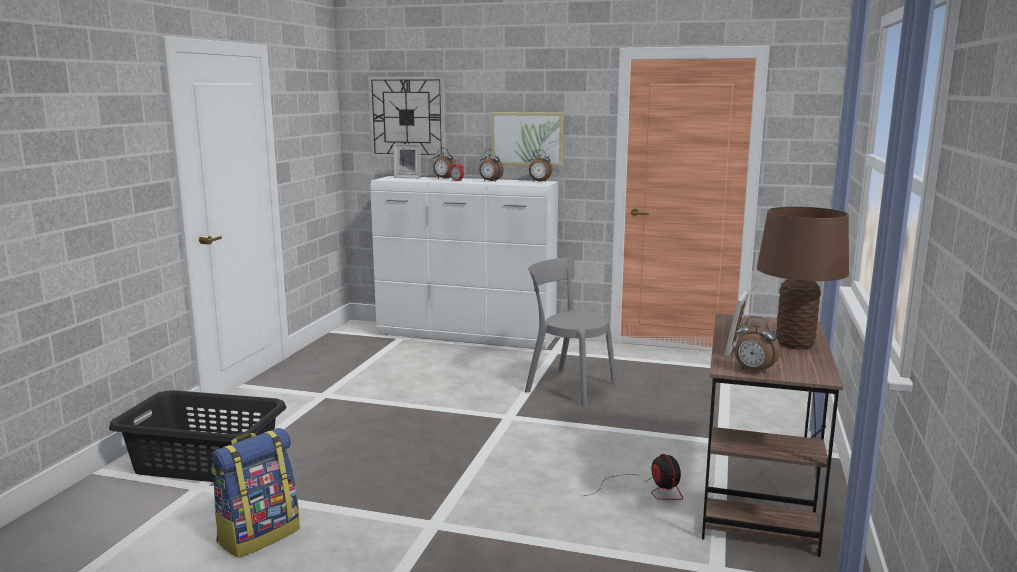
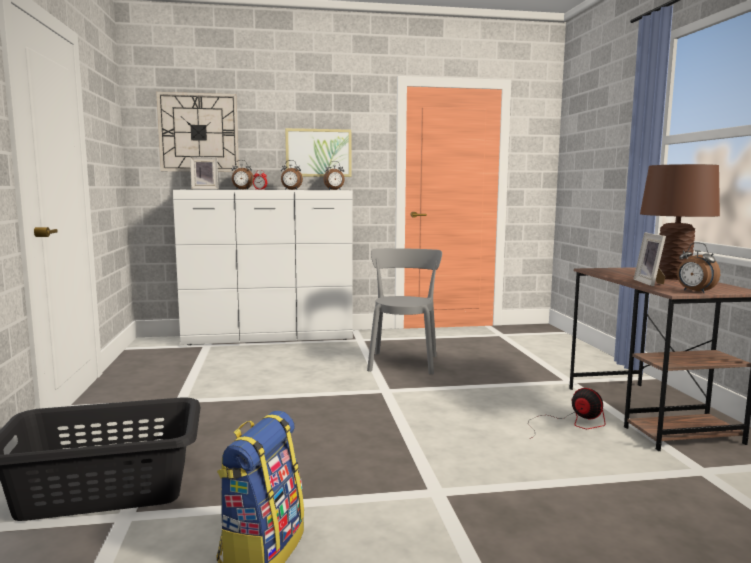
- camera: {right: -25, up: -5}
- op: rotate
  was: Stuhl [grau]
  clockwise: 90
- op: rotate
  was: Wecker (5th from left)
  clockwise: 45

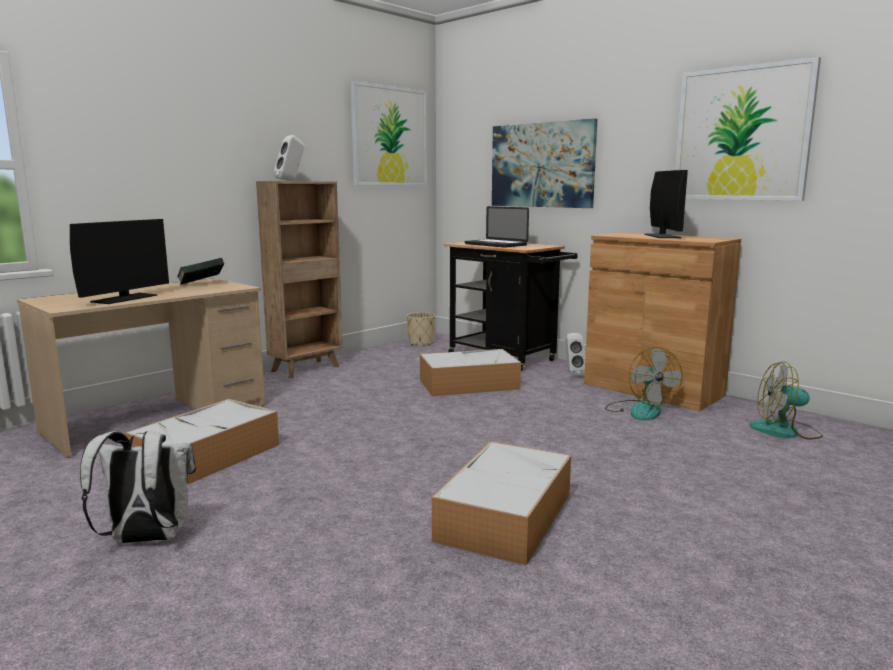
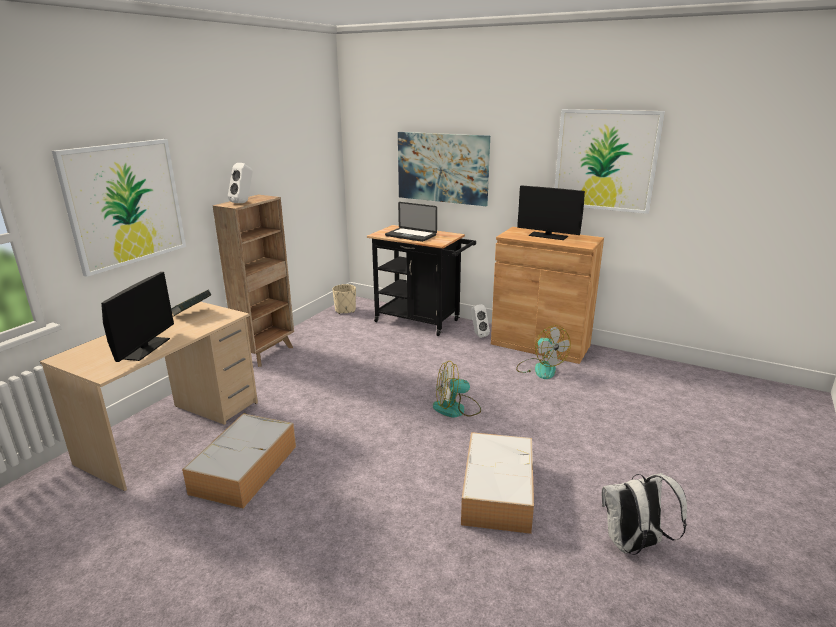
- camera: {right: -15, up: 10}
- op: move
  was: Rucksack [weiß]
- op: move
  was: Bild (1st from left)
- op: delete
  was: Aufbewahrungsbox (2nd from left)
- op: rotate
  was: Monitor (2nd from left)
  clockwise: 135
- op: move
  was: Ventilator (2nd from left in the first image)
  now: Ventilator (1st from left)

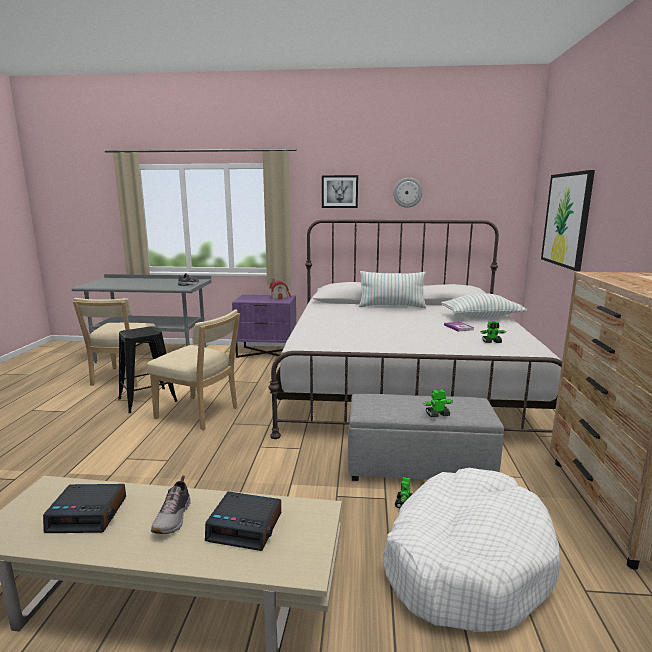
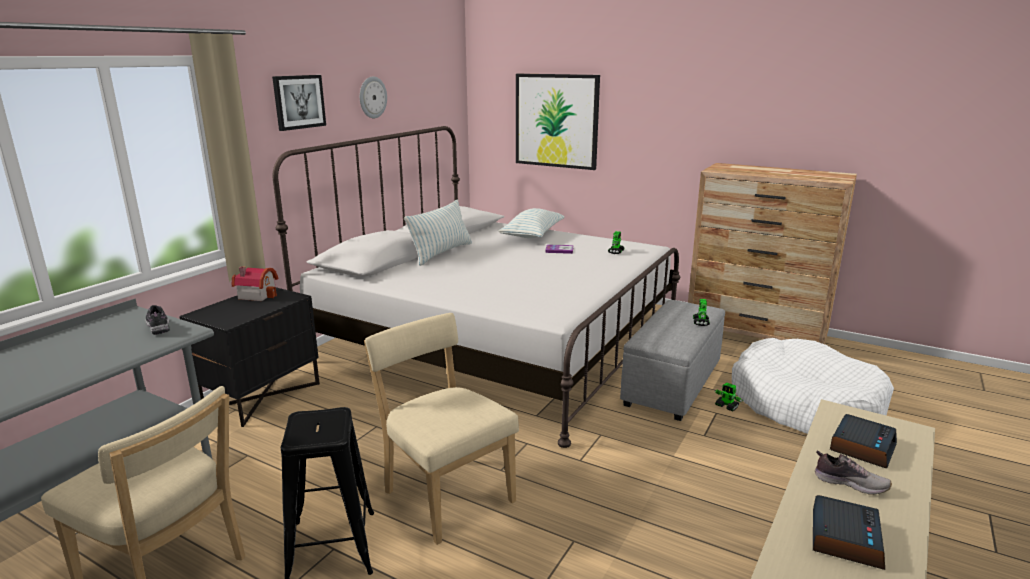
- camera: {right: -65, up: 5}
- op: rotate
  was: Stuhl [beige] (2nd from left)
  clockwise: -90
- op: recolor
  was: Nachttisch [lila]
  now: Nachttisch [schwarz]

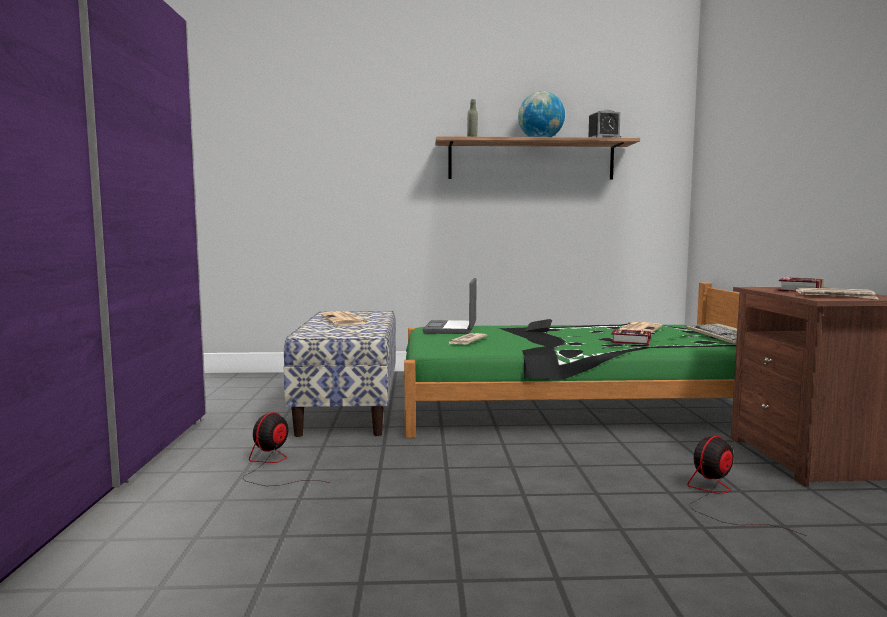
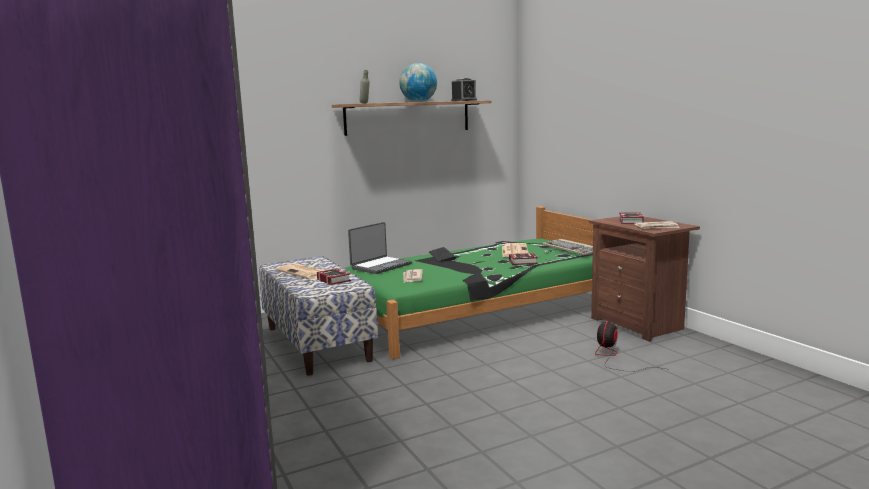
- camera: {right: -25, up: 5}
- op: delete
  was: Ventilator (1st from left)
- op: rotate
  was: Laptop
  clockwise: -120
- op: insert
  now: Buch (1st from left)

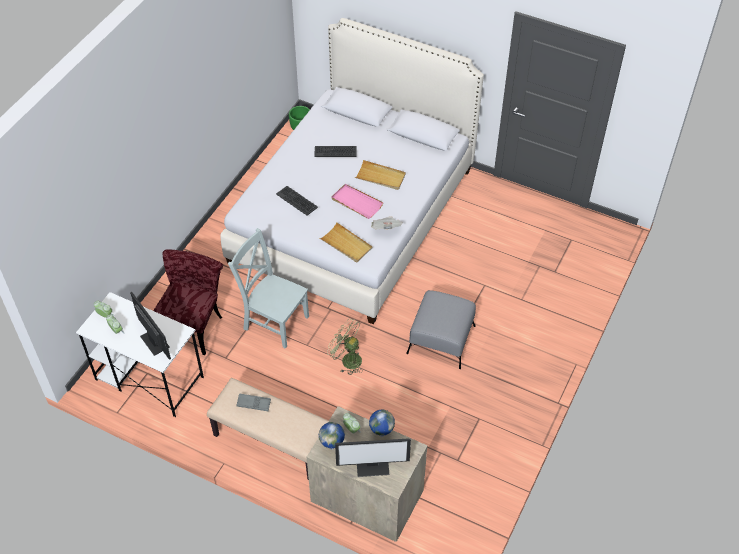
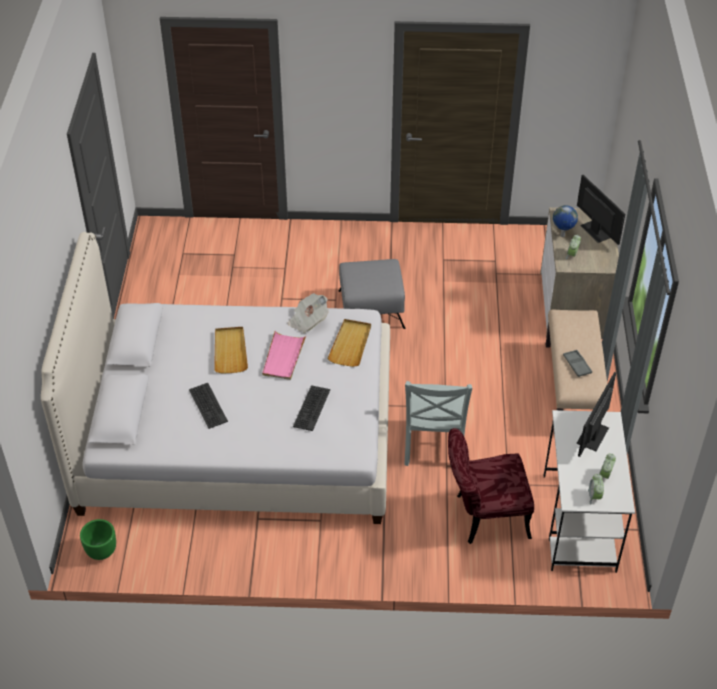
- camera: {right: -115, up: -5}
- op: delete
  was: Globus (1st from left)
- op: delete
  was: Ventilator [grün]

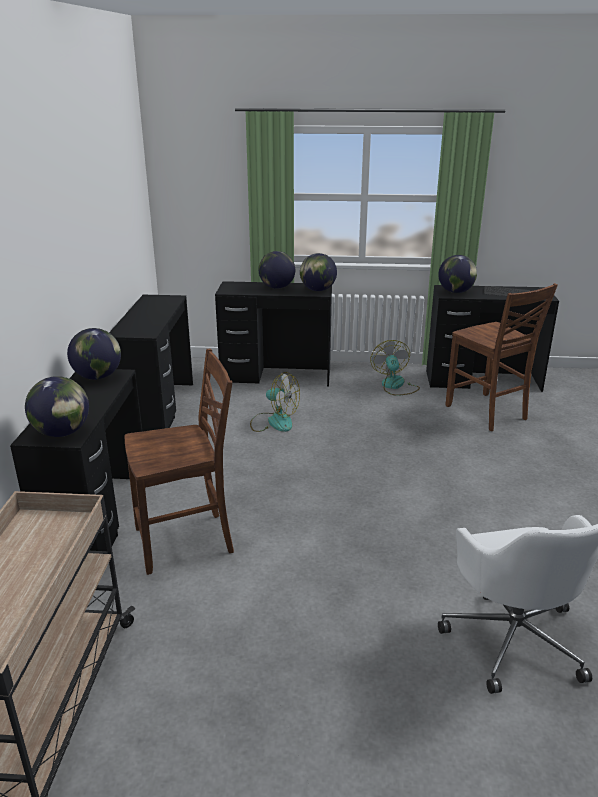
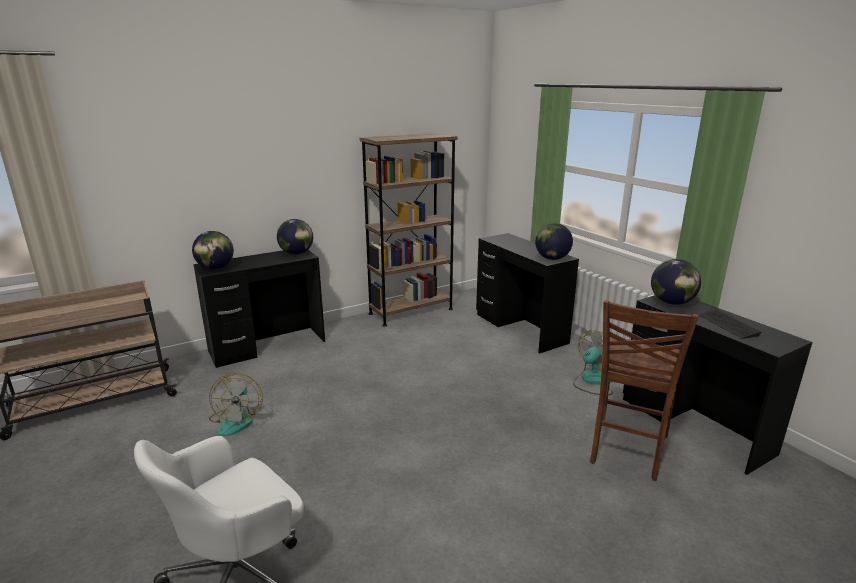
- camera: {right: 55, up: -5}
- op: replace
  was: Schreibtisch [schwarz] (2nd from left)
  now: Bücherregal [braun]
- op: delete
  was: Stuhl [braun] (1st from left)
- op: move
  was: Ventilator (1st from left)
- op: delete
  was: Globus (3rd from left)

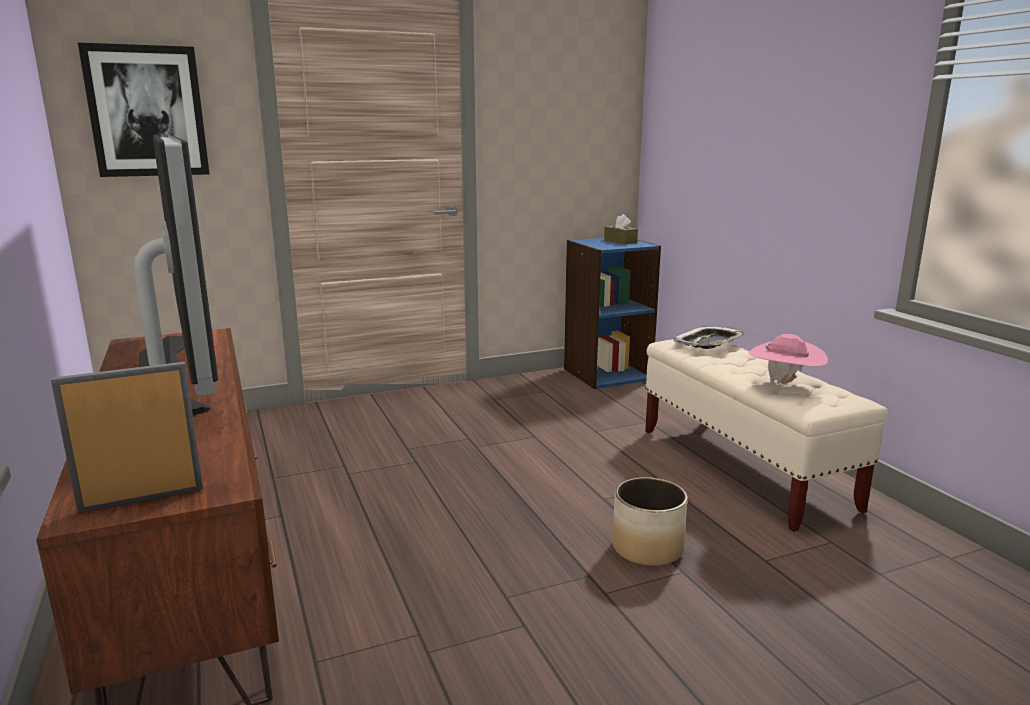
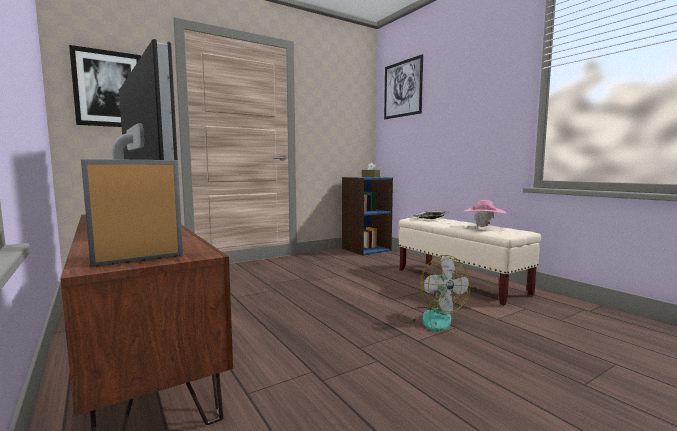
- camera: {right: -10, up: -10}
- op: replace
  was: Pflanzkübel
  now: Ventilator
- op: insert
  now: Bild (2nd from left)

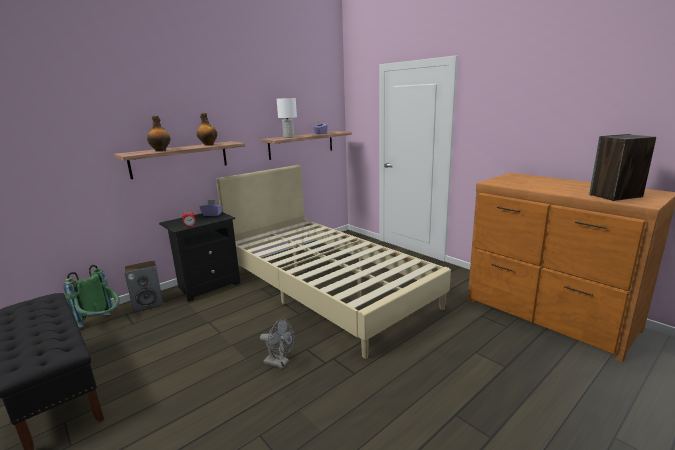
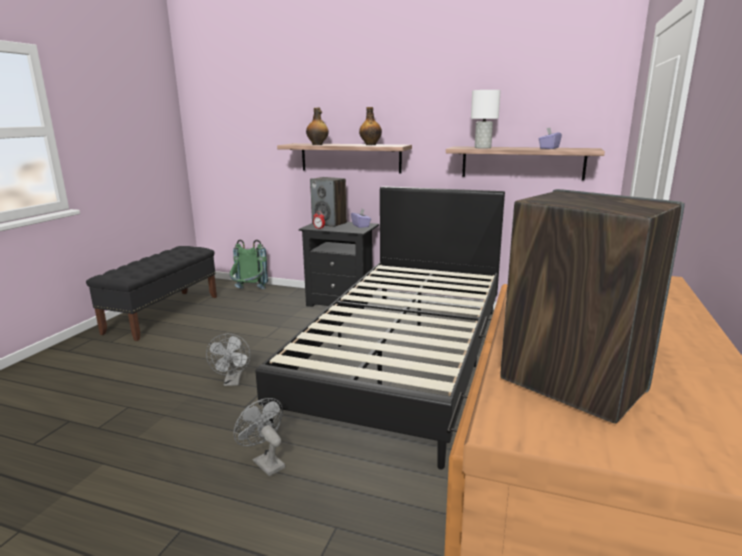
- camera: {right: 60, up: 0}
- op: move
  was: Lautsprecher (1st from left)
- op: recolor
  was: Bett [beige]
  now: Bett [schwarz]
- op: insert
  now: Ventilator [grau] (2nd from left)

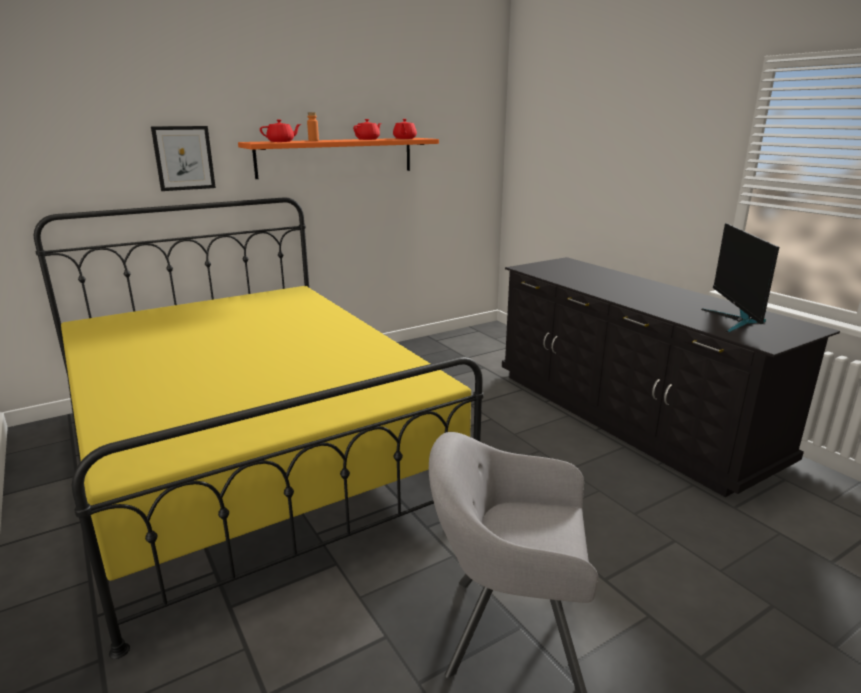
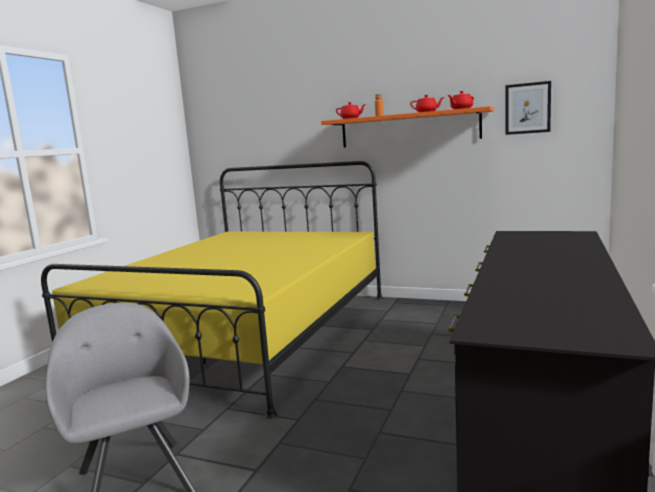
- camera: {right: 55, up: -10}
- op: move
  was: Bild
- op: delete
  was: Monitor

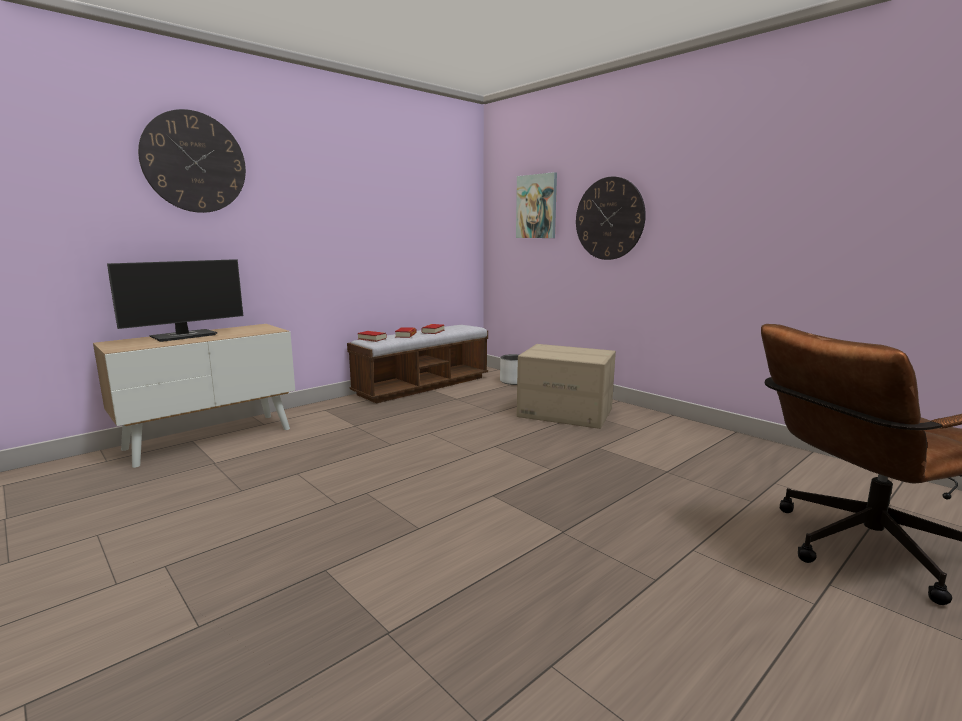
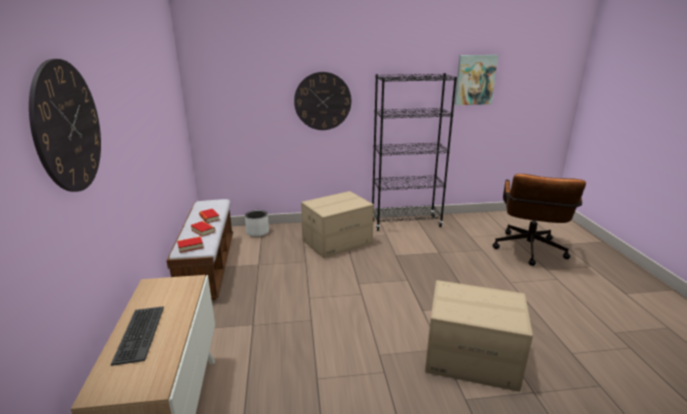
- camera: {right: -55, up: 10}
- op: replace
  was: Monitor
  now: Tastatur
- op: move
  was: Bild
- op: insert
  now: Bücherregal [schwarz]
- op: insert
  now: Karton (2nd from left)

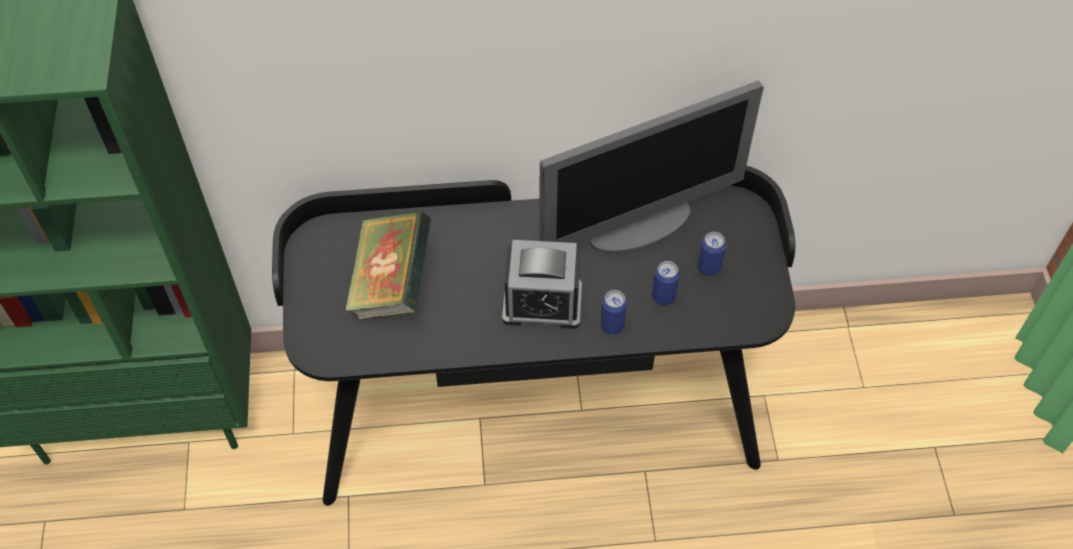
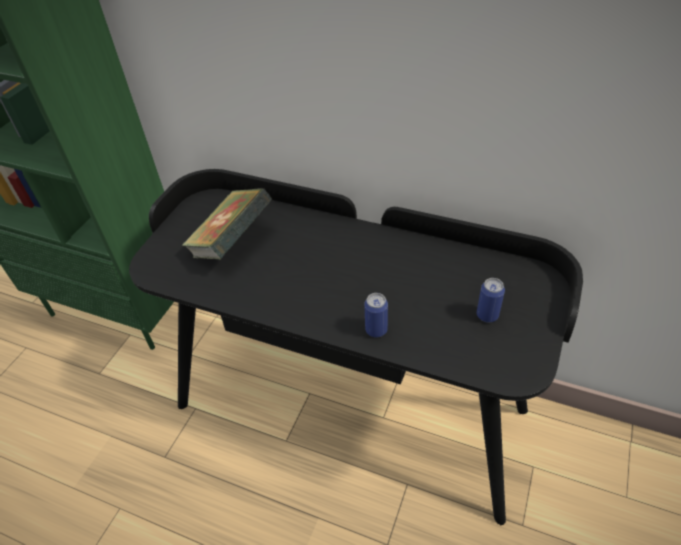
- camera: {right: 30, up: -10}
- op: delete
  was: Wecker
- op: delete
  was: Monitor
- op: delete
  was: Dose (2nd from left)

